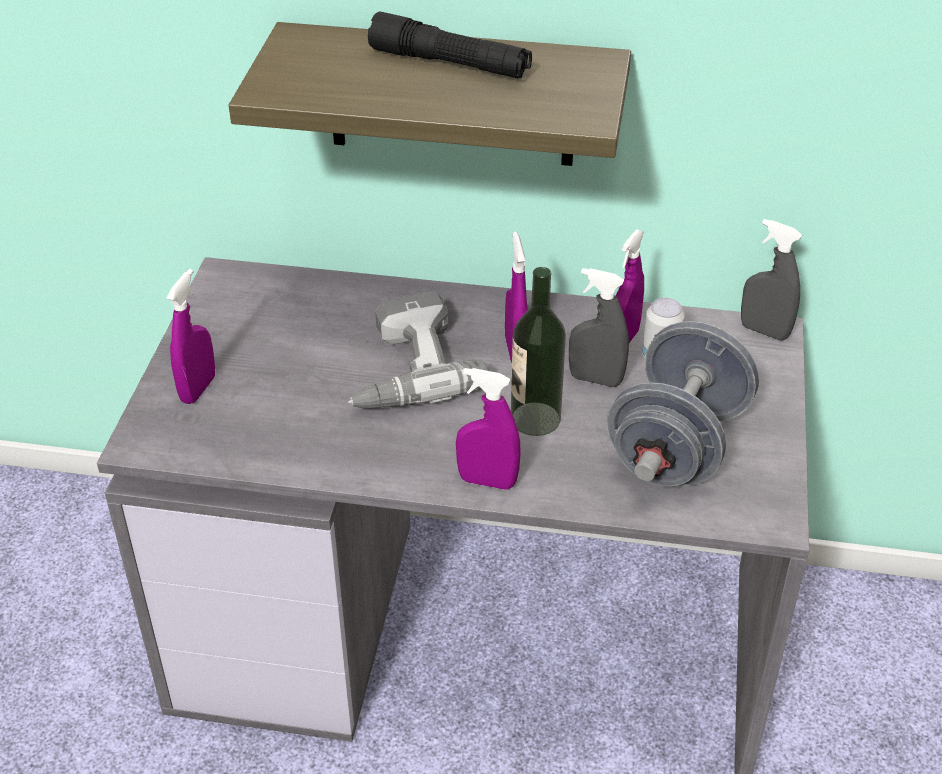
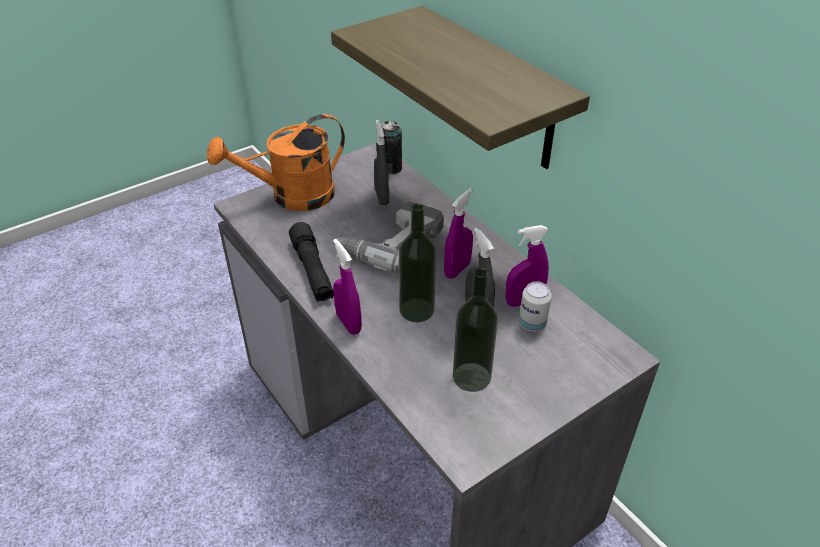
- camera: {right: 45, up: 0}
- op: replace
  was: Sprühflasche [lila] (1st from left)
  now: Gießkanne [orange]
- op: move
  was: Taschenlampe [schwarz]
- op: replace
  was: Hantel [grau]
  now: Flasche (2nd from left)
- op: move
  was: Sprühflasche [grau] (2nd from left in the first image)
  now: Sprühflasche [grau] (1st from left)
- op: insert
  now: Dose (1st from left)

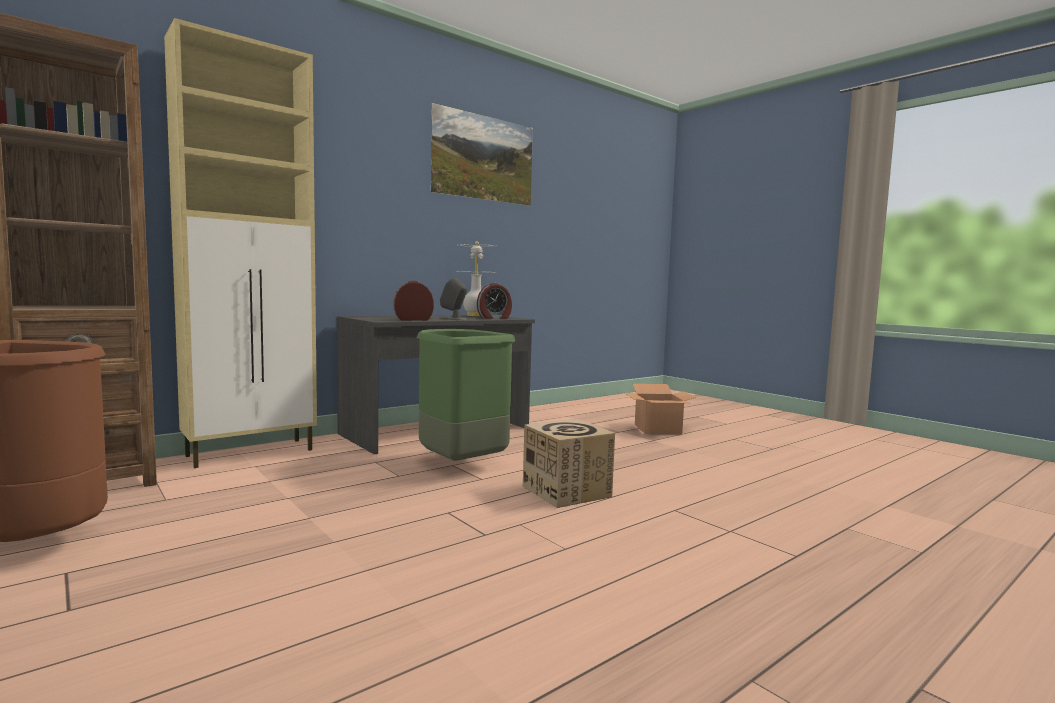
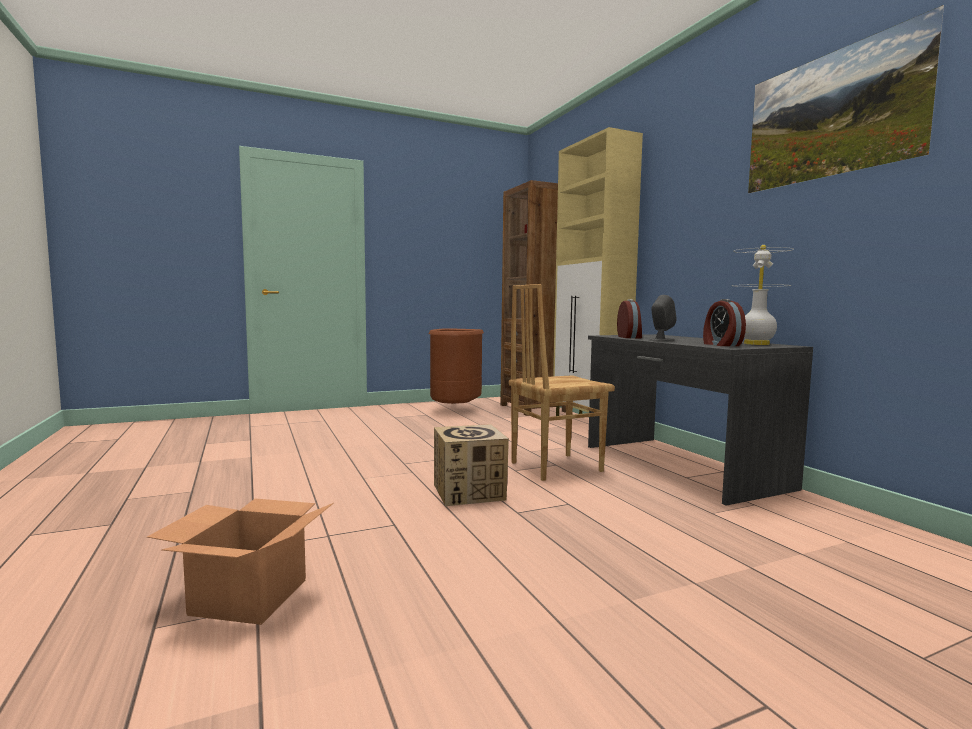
- camera: {right: 105, up: 0}
- op: replace
  was: Mülleimer [grün]
  now: Stuhl [braun]
- op: move
  was: Karton (2nd from left in the first image)
  now: Karton (1st from left)

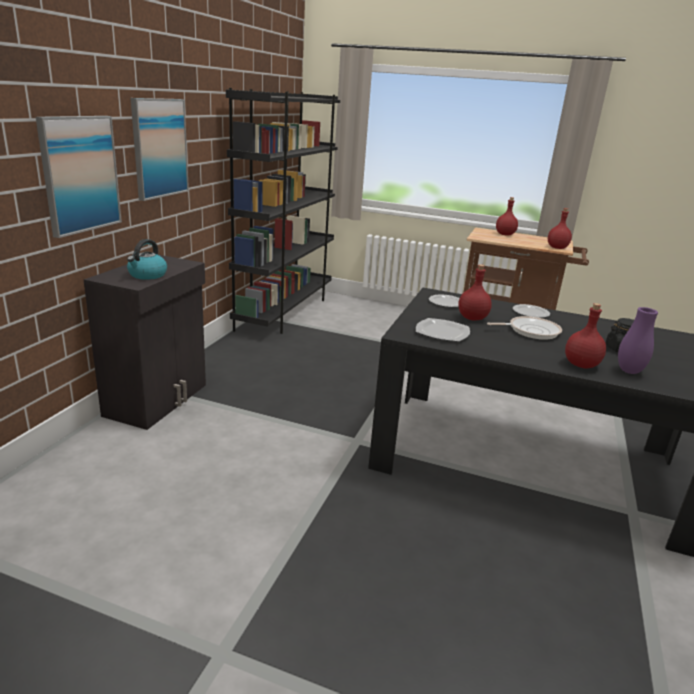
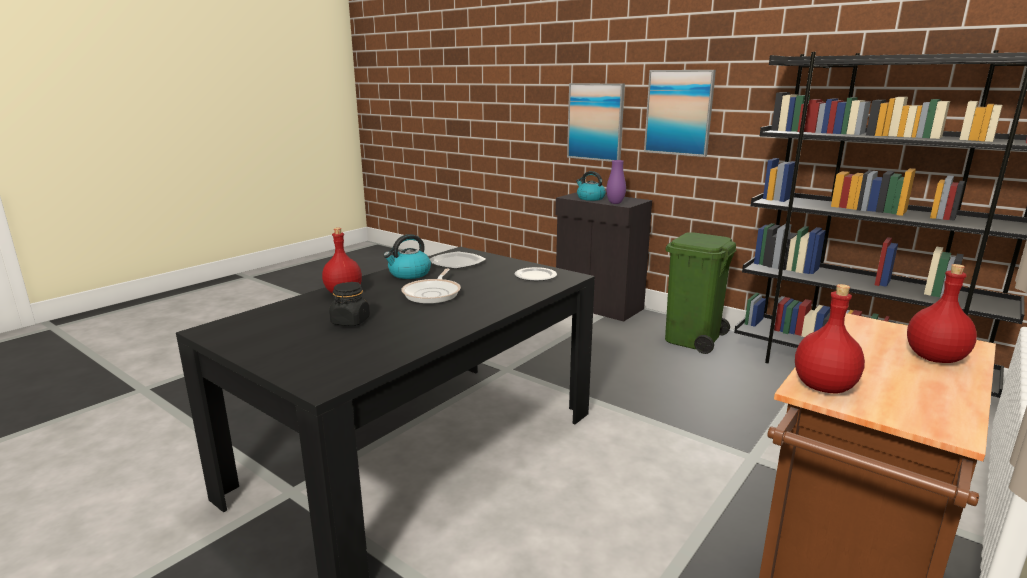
- camera: {right: 110, up: -5}
- op: delete
  was: Flasche [rot] (1st from left)
- op: delete
  was: Teller (3rd from left)
- op: move
  was: Vase [lila]
- op: insert
  now: Wasserkessel (1st from left)
- op: insert
  now: Mülleimer [grün]

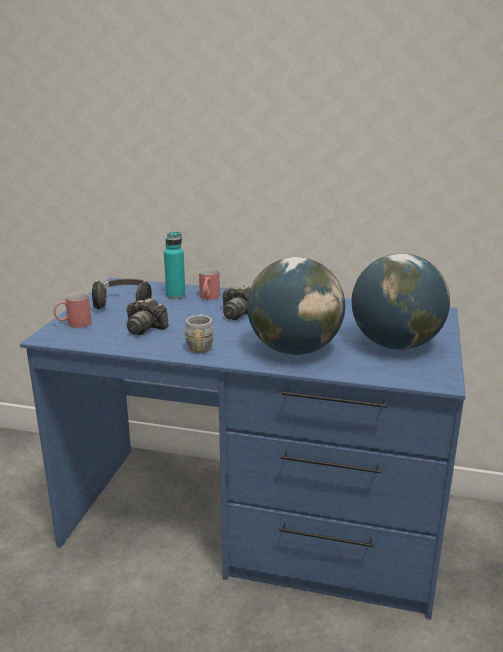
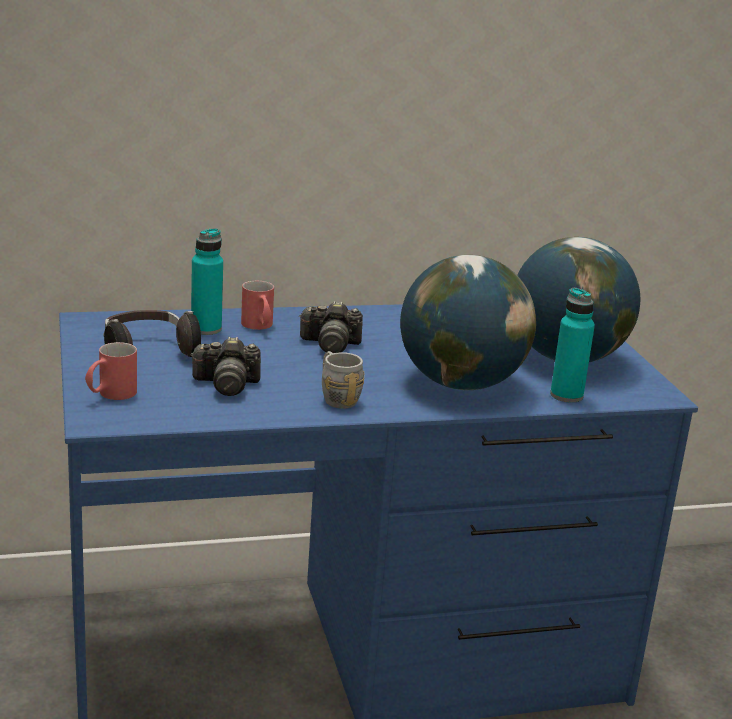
- camera: {right: -30, up: 0}
- op: insert
  now: Flasche [türkis] (2nd from left)

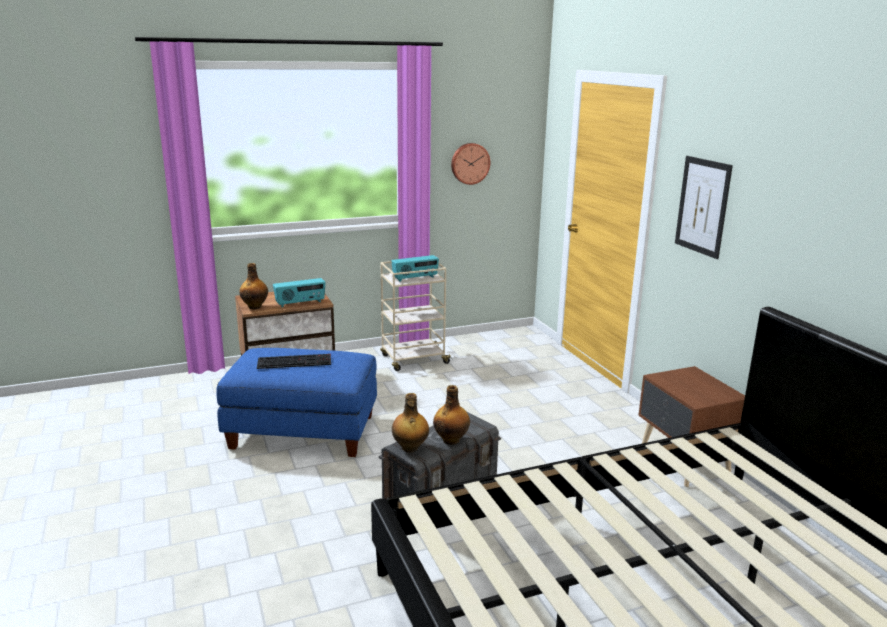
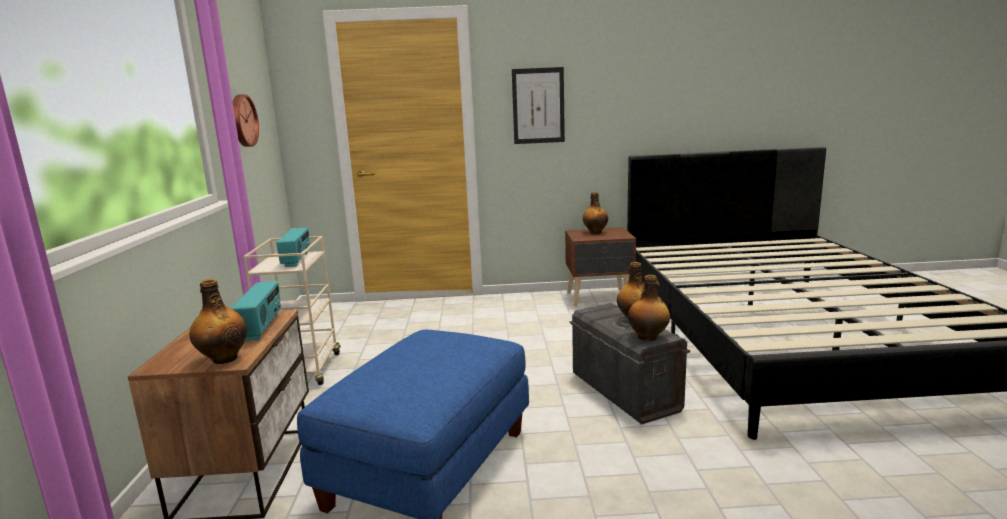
- camera: {right: -70, up: -5}
- op: delete
  was: Tastatur
- op: insert
  now: Flasche (2nd from left)

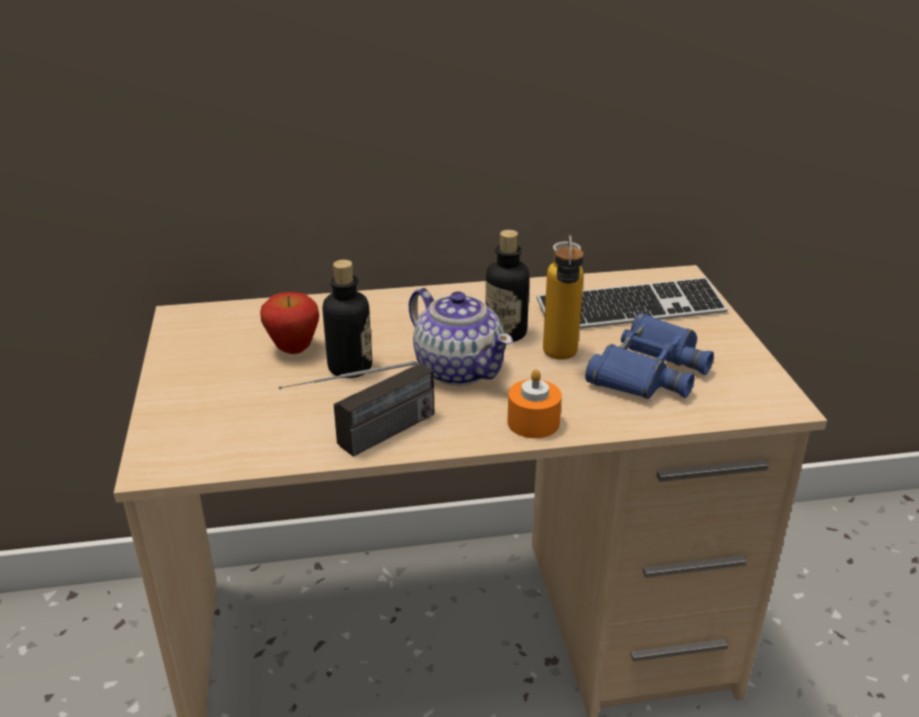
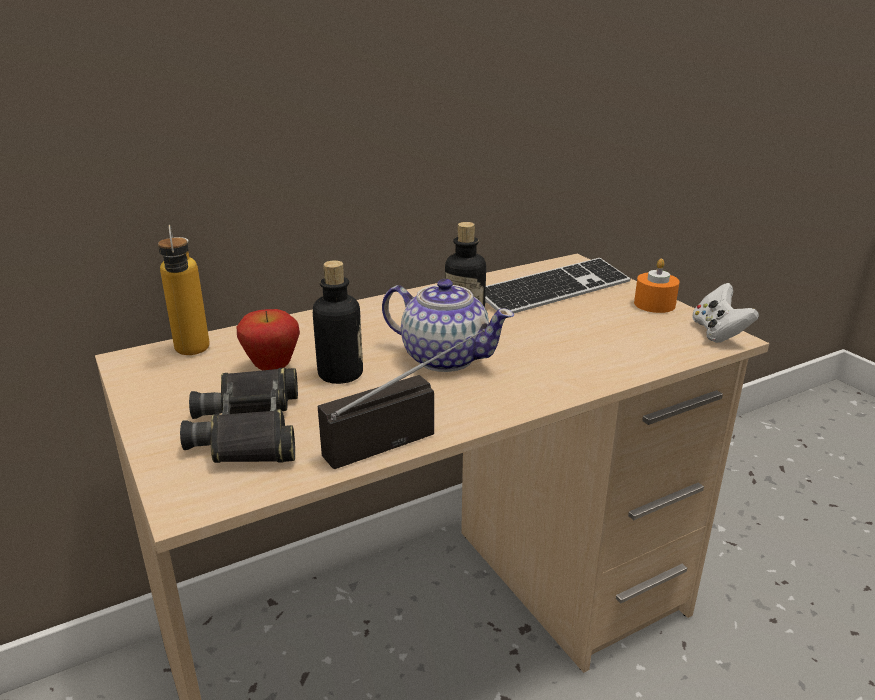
- camera: {right: -20, up: -5}
- op: rotate
  was: Radio
  clockwise: -150
- op: move
  was: Kerze [orange]
- op: move
  was: Flasche (3rd from left in the first image)
  now: Flasche (1st from left)
- op: delete
  was: Fernglas [blau]
- op: insert
  now: Fernglas [schwarz]
- op: insert
  now: Gamepad [weiß]

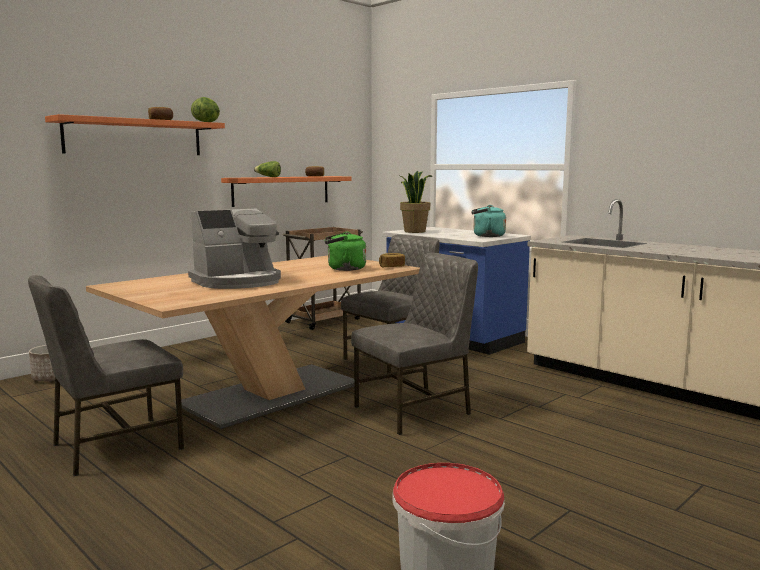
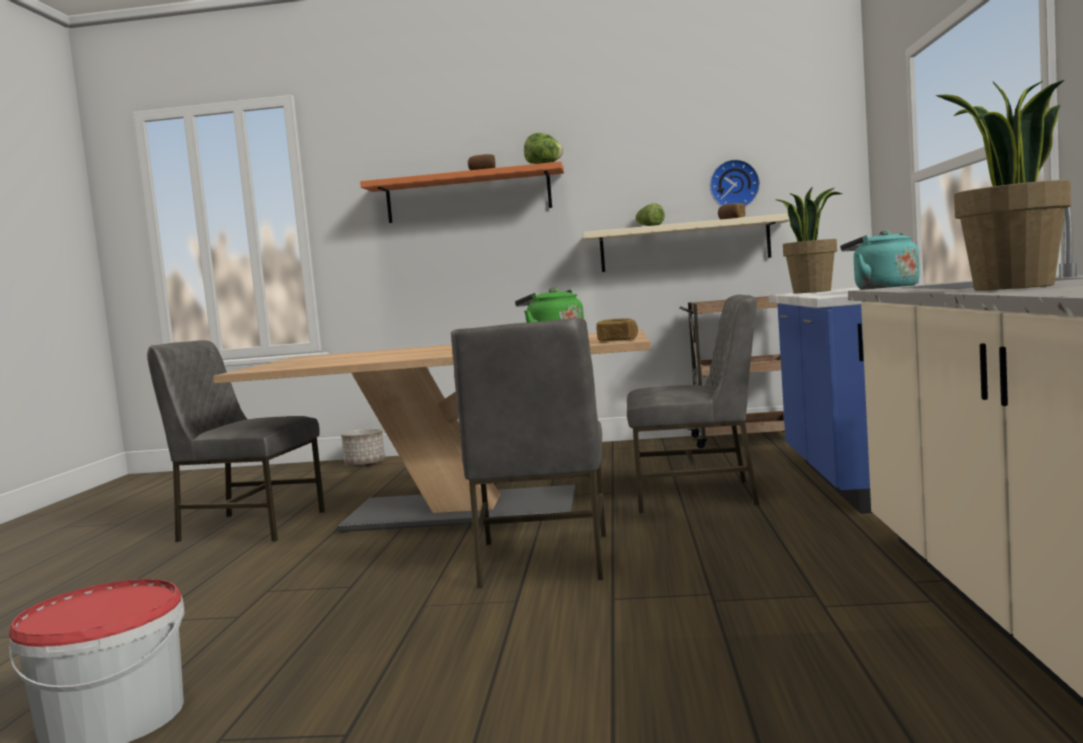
- camera: {right: 50, up: -5}
- op: delete
  was: Kaffeemaschine
- op: recolor
  was: Wandregal [orange] (2nd from left)
  now: Wandregal [beige]
- op: rotate
  was: Stuhl [grau] (3rd from left in the first image)
  clockwise: 75
- op: insert
  now: Wanduhr
- op: insert
  now: Topfpflanze (2nd from left)

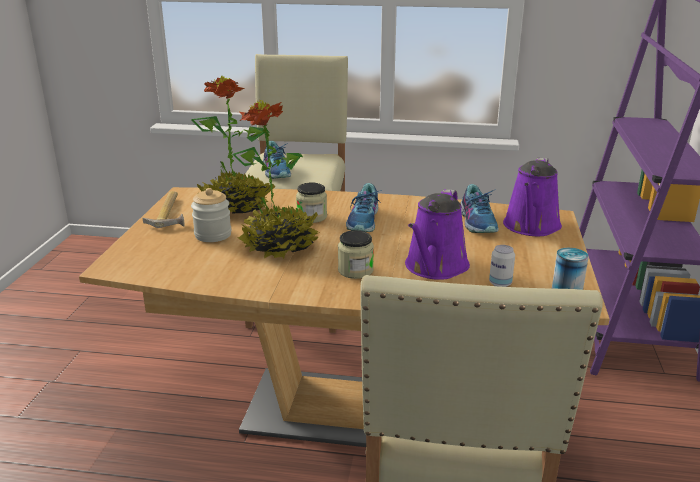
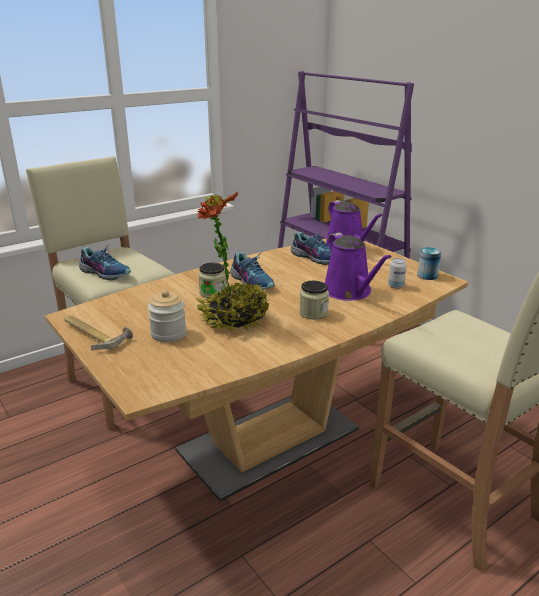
- camera: {right: -45, up: 0}
- op: delete
  was: Topfpflanze (1st from left)

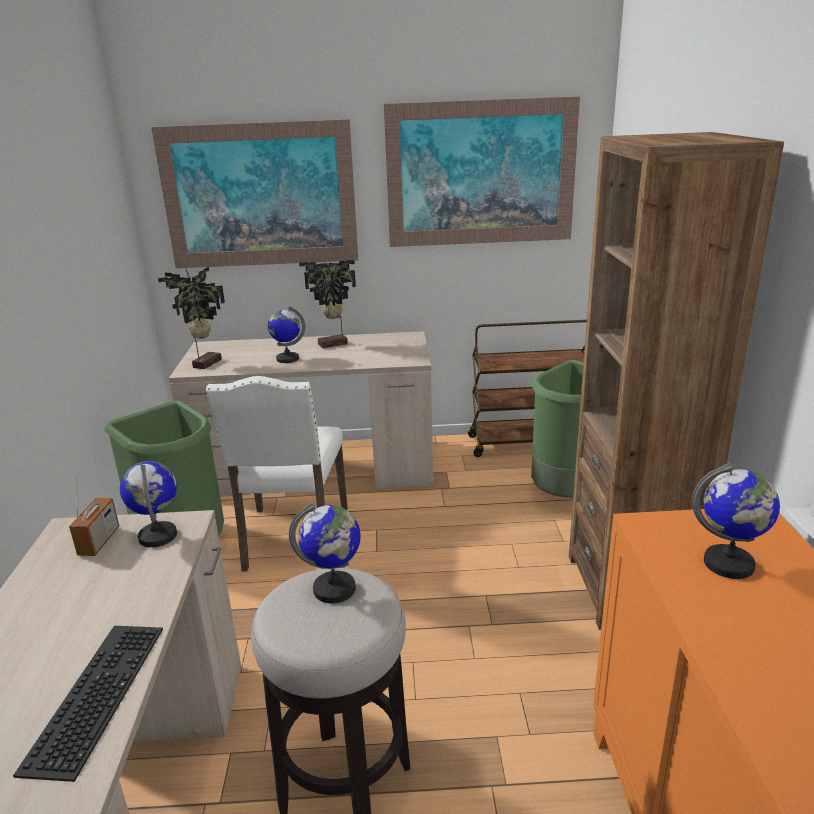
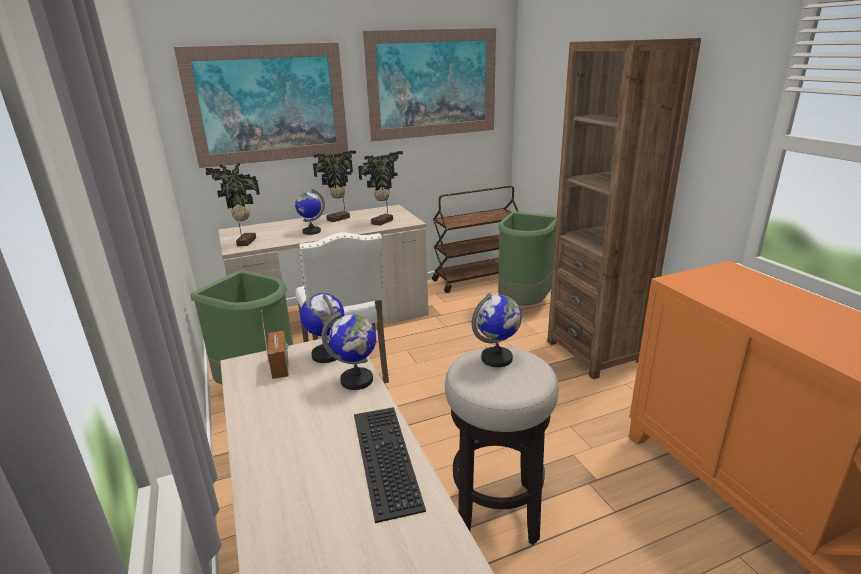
- camera: {right: -20, up: 0}
- op: move
  was: Globus (4th from left in the first image)
  now: Globus (3rd from left)
- op: insert
  now: Topfpflanze (3rd from left)

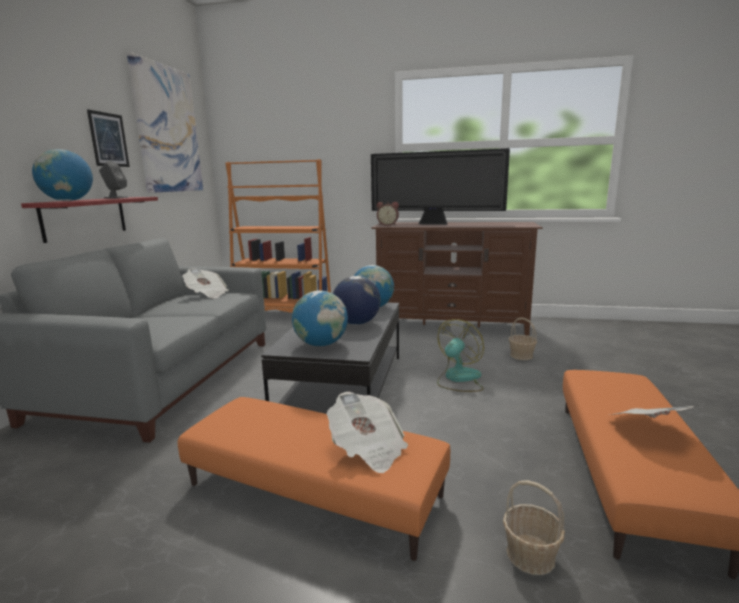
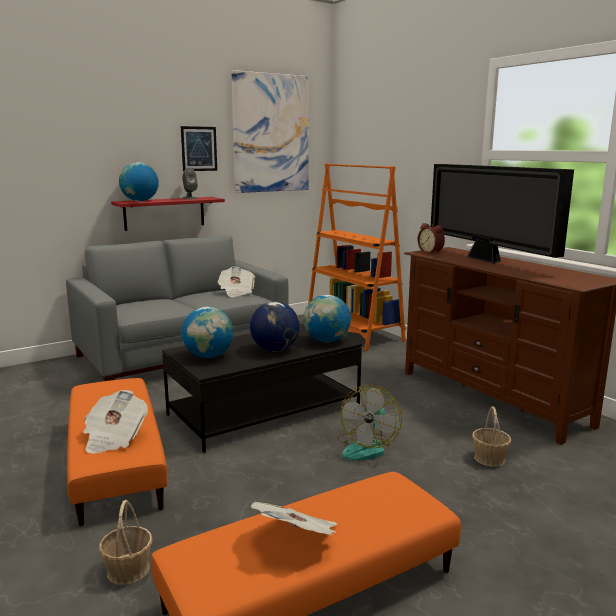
- camera: {right: 45, up: 0}
- op: rotate
  was: Ventilator
  clockwise: 120

